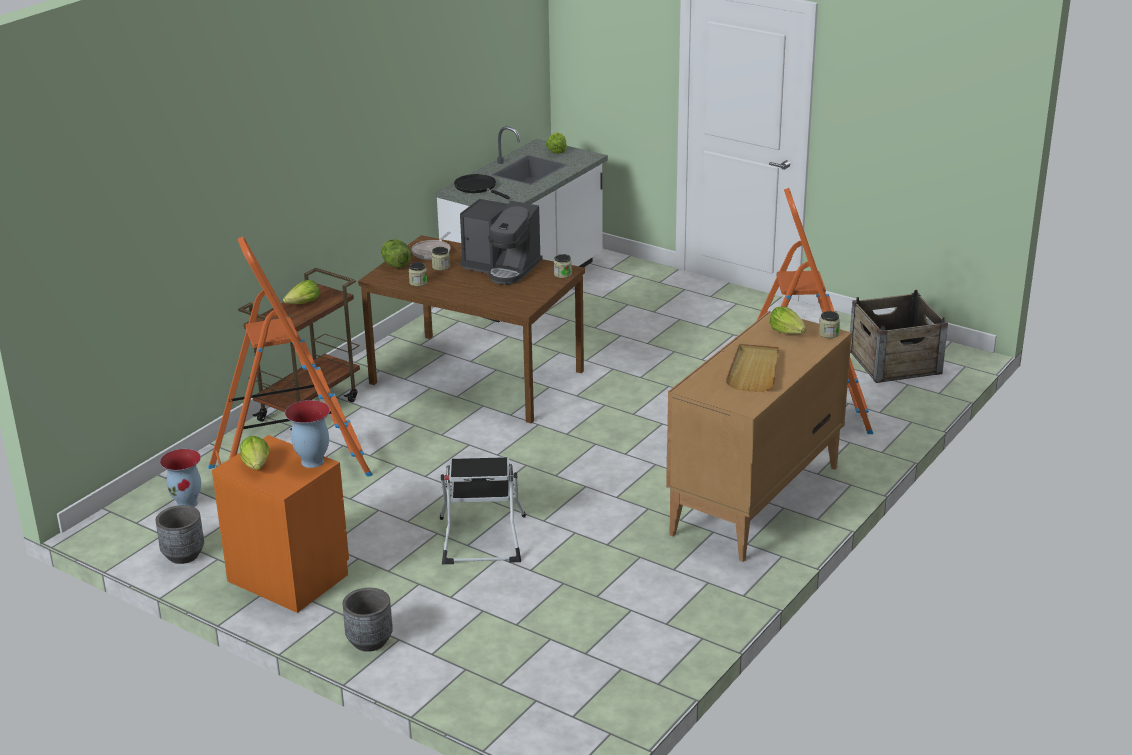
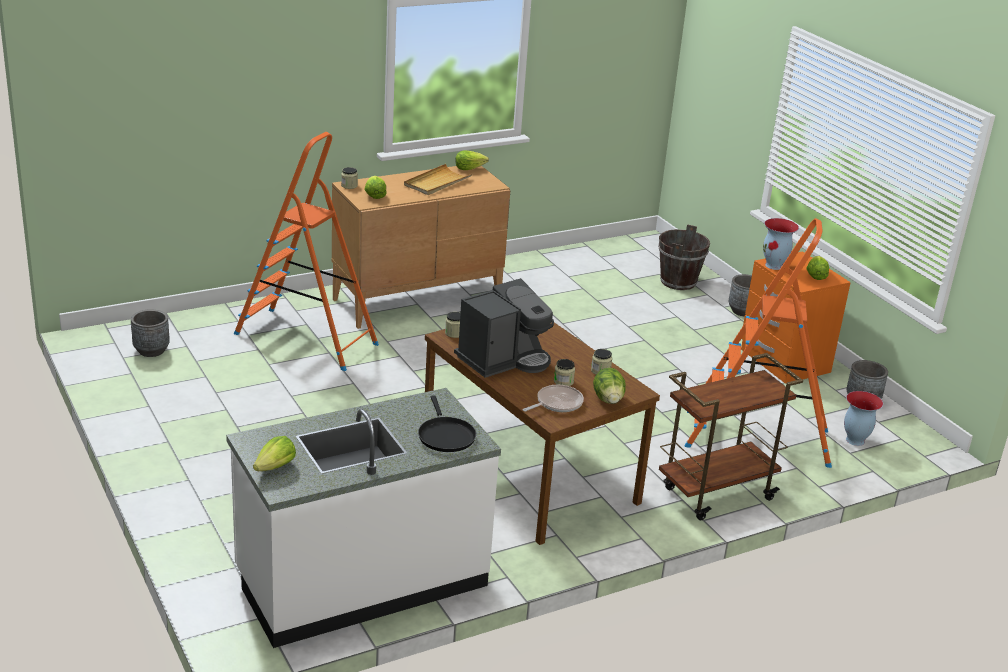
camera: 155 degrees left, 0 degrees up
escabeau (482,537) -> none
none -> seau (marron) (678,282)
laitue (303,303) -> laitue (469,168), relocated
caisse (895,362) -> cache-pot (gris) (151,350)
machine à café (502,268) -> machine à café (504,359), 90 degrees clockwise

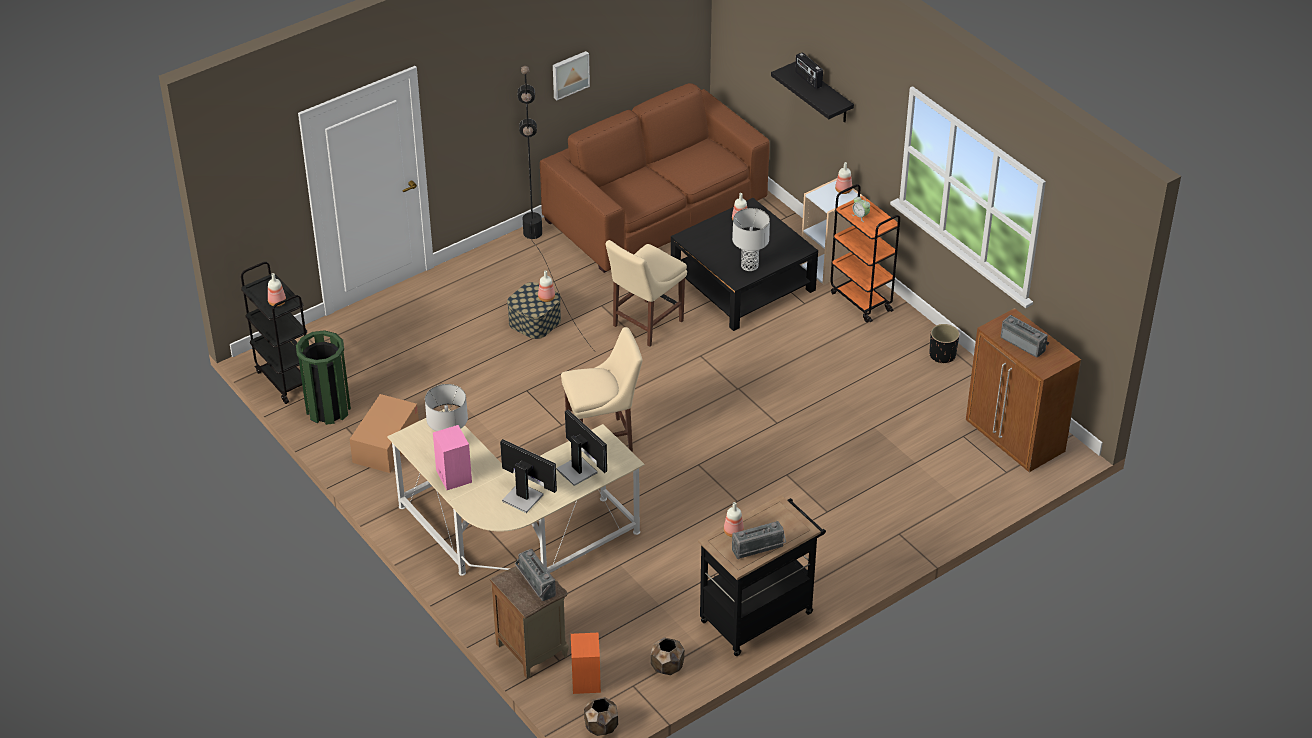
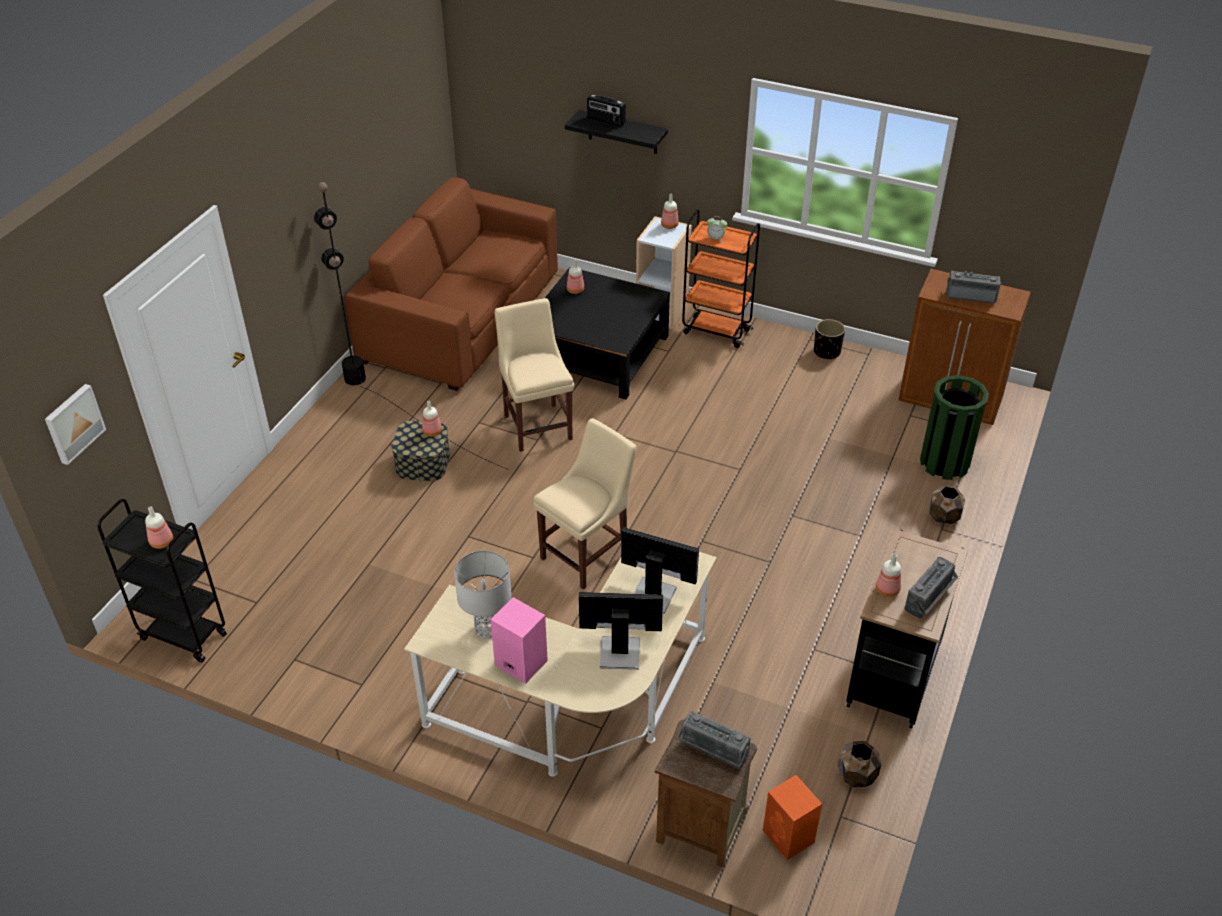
camera: 30 degrees left, 0 degrees up
carton (386,445) -> none
lampe de table (blanc) (750,265) -> none
poubelle (vert) (328,409) -> poubelle (vert) (944,463), relocated
tableau (569,74) -> tableau (73,423), relocated
cache-pot (marron) (600,727) -> cache-pot (marron) (943,517), relocated
chaise (beige) (645,324) -> chaise (beige) (537,425), 150 degrees clockwise

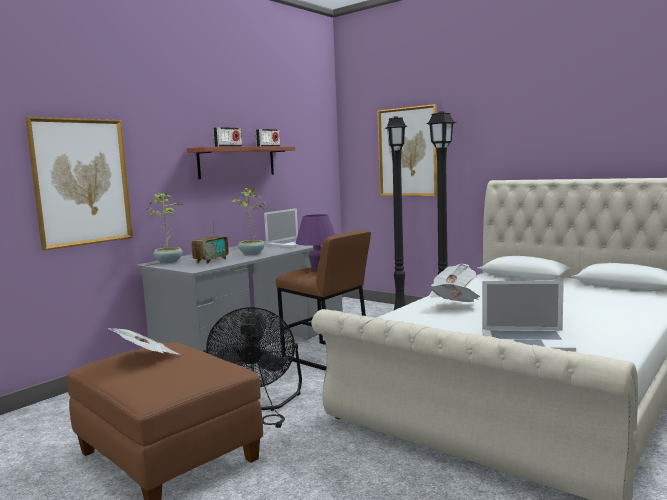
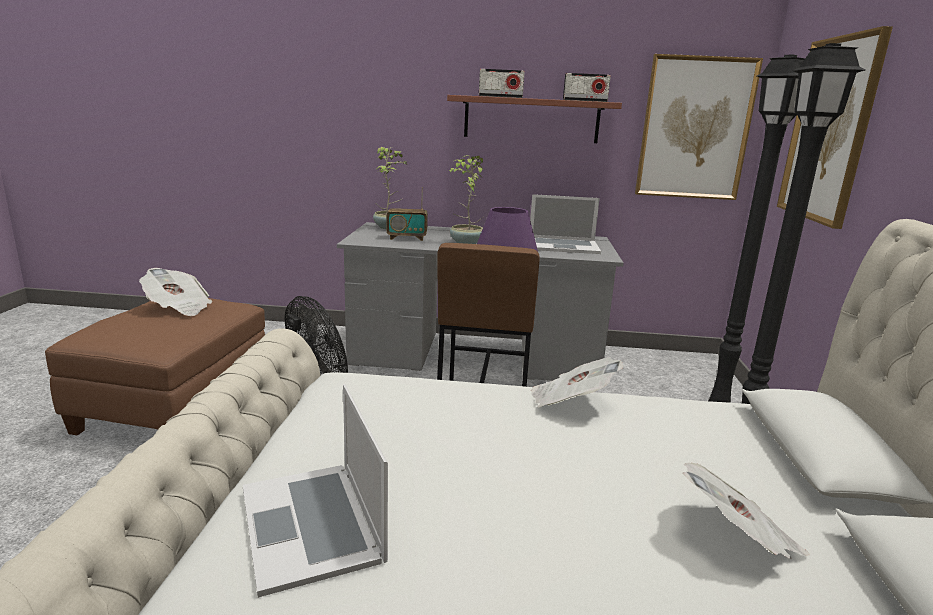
camera: 55 degrees right, 10 degrees up
tableau (81,182) -> tableau (695,129), relocated
journal (456,307) -> journal (737,538), relocated

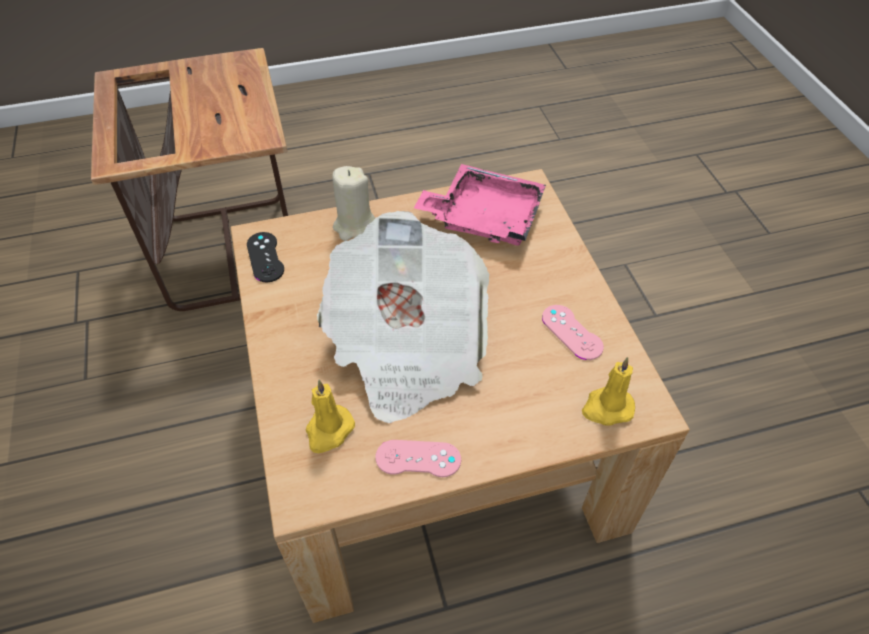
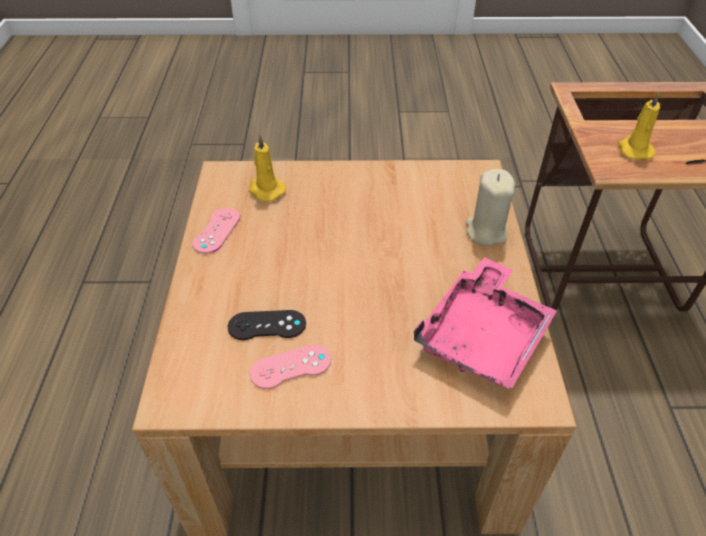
camera: 105 degrees right, 5 degrees down
journal (406,346) -> none
manette (noir) (265,257) -> manette (noir) (267,325), relocated
bougie (jaune) (607,408) -> bougie (jaune) (634,149), relocated

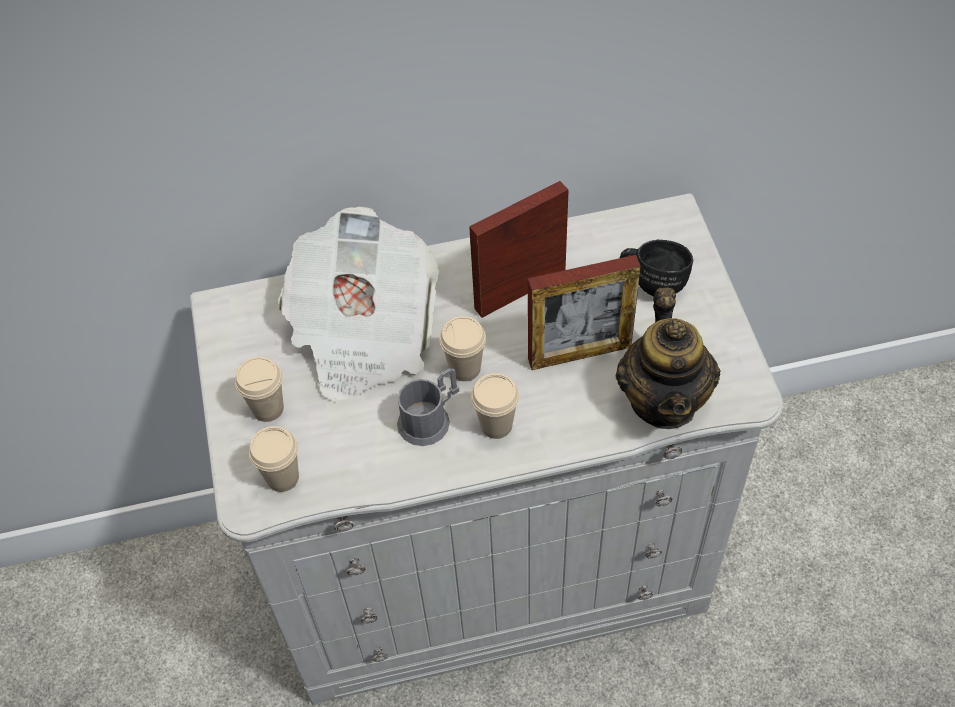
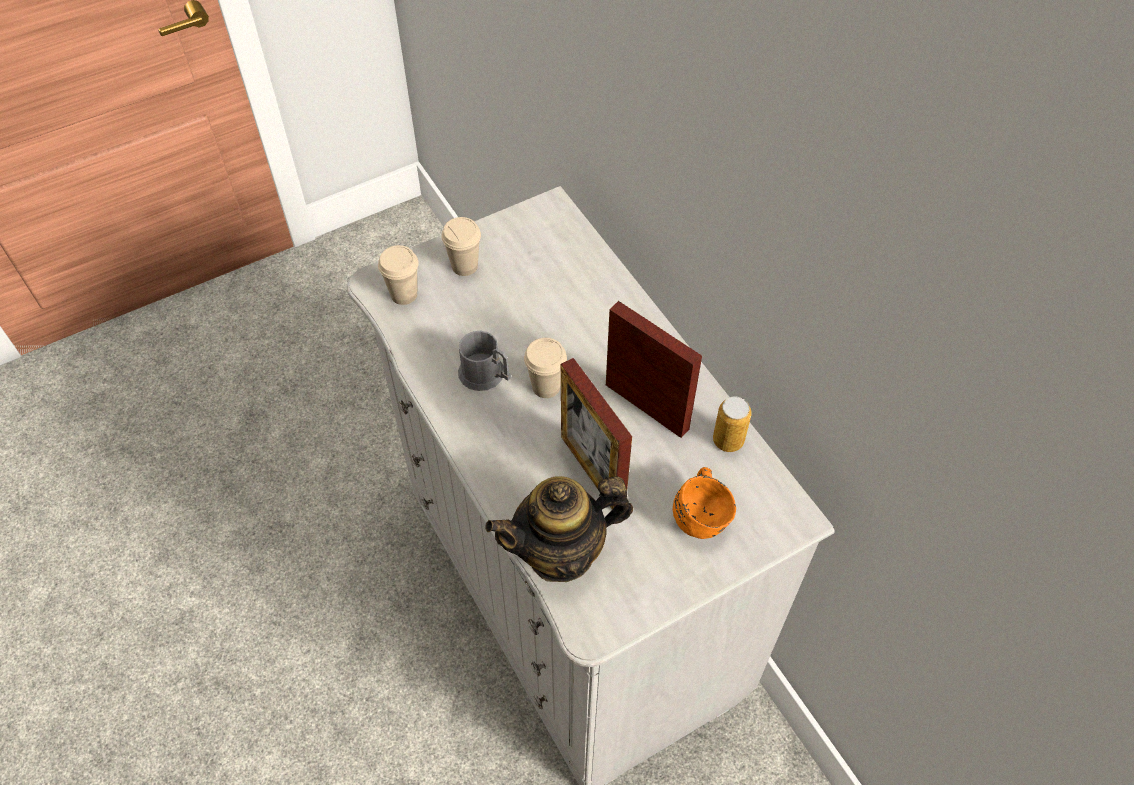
camera: 70 degrees right, 0 degrees up
journal (363,333) -> none
tasse (beige) (496,425) -> none
none -> boîte métallique (728,440)
mug (noir) (653,280) -> mug (orange) (702,514)

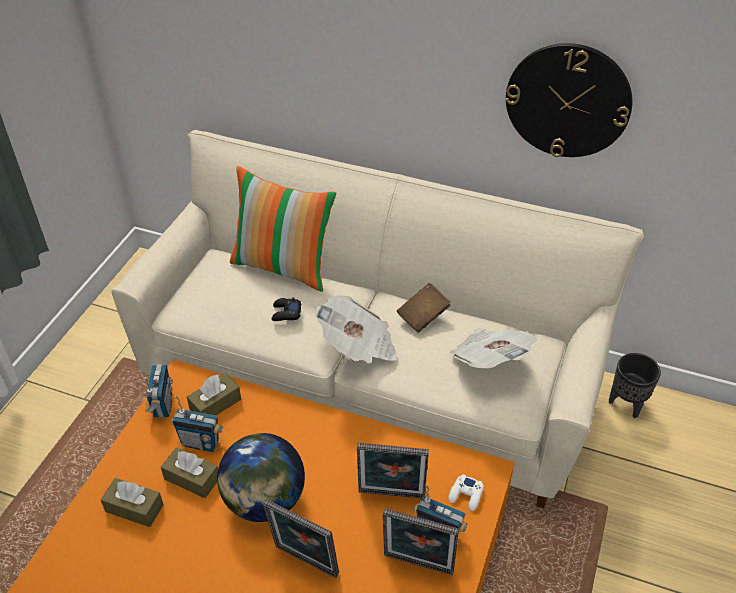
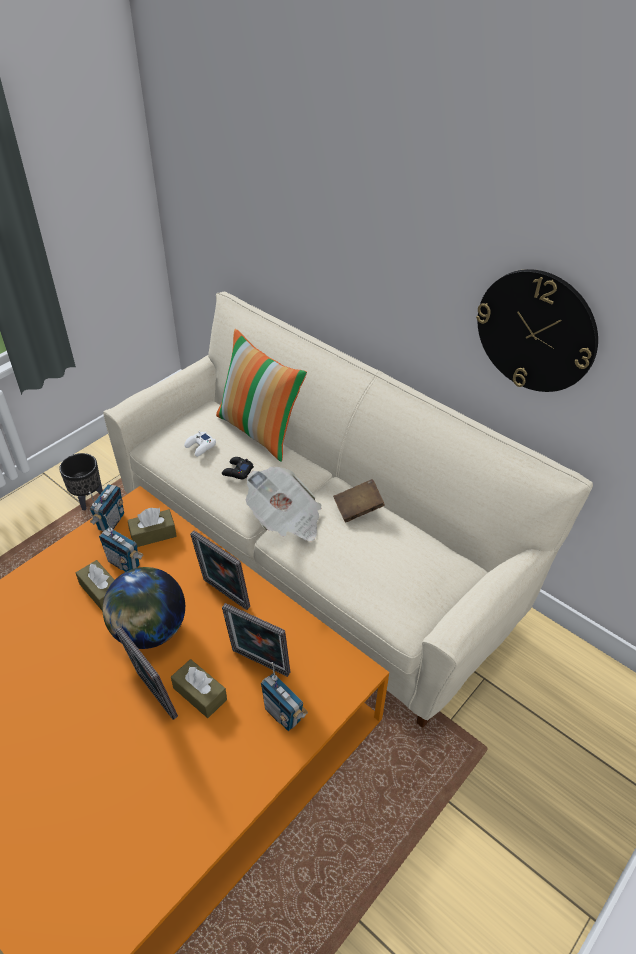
camera: 20 degrees right, 0 degrees up
journal (490,360) -> none
boîte à mouchoirs (marron) (134,508) -> boîte à mouchoirs (marron) (200,693), relocated
cadre photo (417,566) -> cadre photo (223,595), relocated
manette (blanc) (466,495) -> manette (blanc) (200,446), relocated
cache-pot (noir) (625,404) -> cache-pot (noir) (87,499), relocated

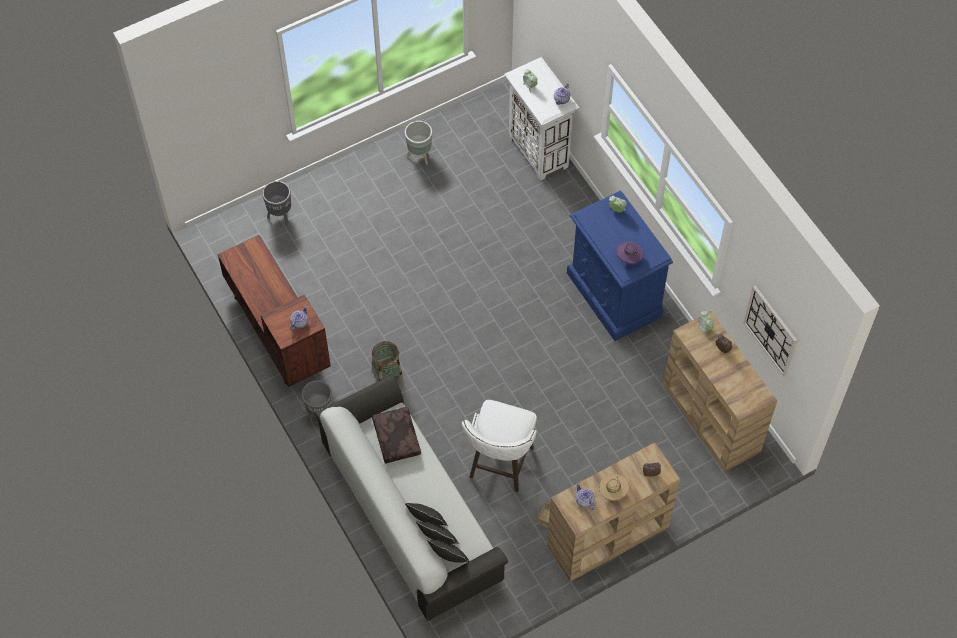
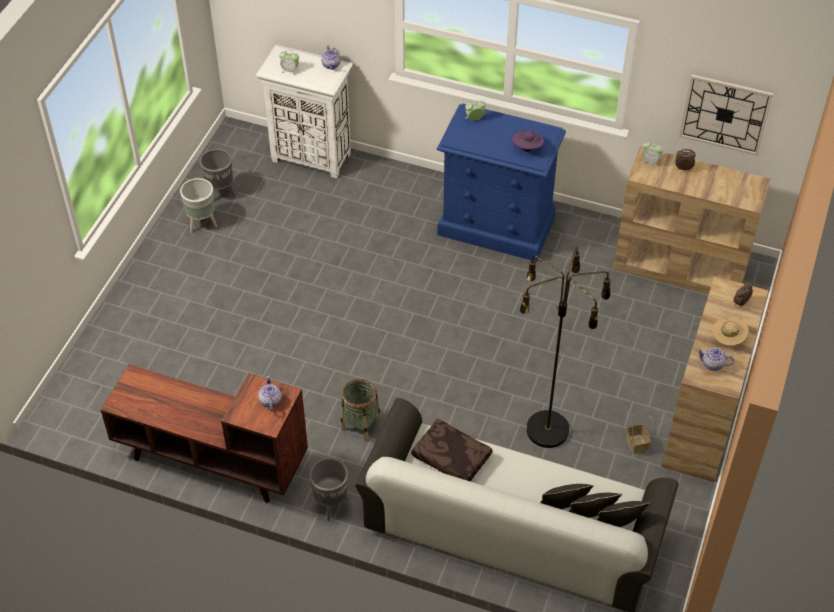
camera: 40 degrees left, 10 degrees down
cache-pot (gris) (281,216) -> cache-pot (gris) (221,194), relocated
tabouret (blanc) (500,465) -> lampadaire (548,429)

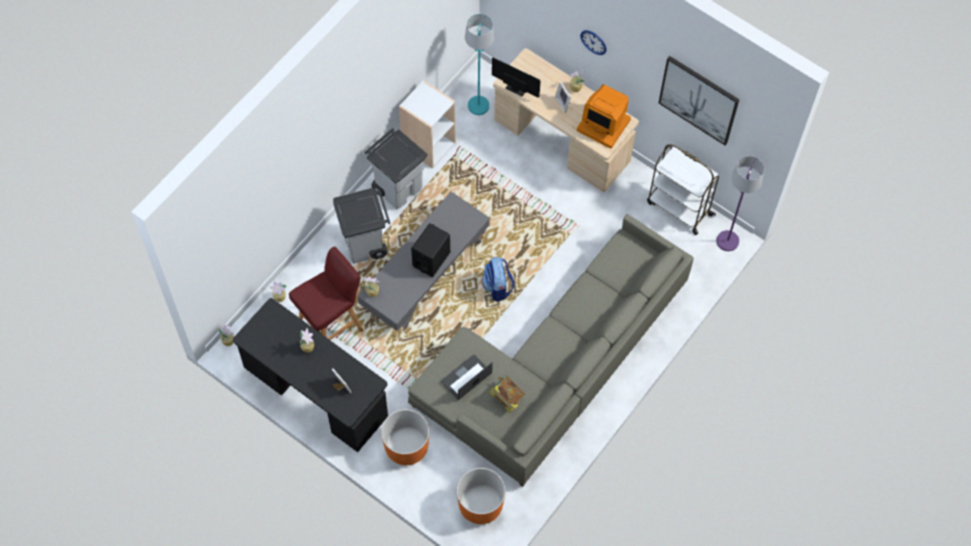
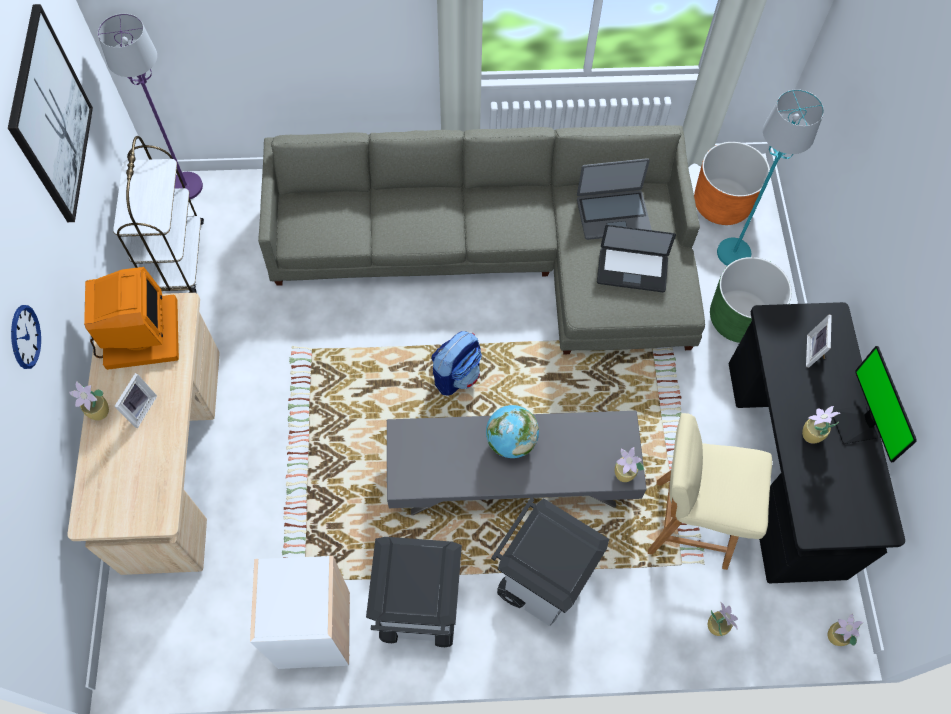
camera: 130 degrees left, 0 degrees up
lampadaire (turquoise) (478,106) -> lampadaire (turquoise) (733,253), relocated
écran d'ordinateur (517,86) -> écran d'ordinateur (856,425), relocated
enceinte (noir) (431,259) -> globe (511,441)
livre (507,397) -> ordinateur portable (613,214)
tabouret (rouge) (332,326) -> tabouret (beige) (688,523)
cache-pot (orange) (406,446) -> cache-pot (vert) (739,318)

